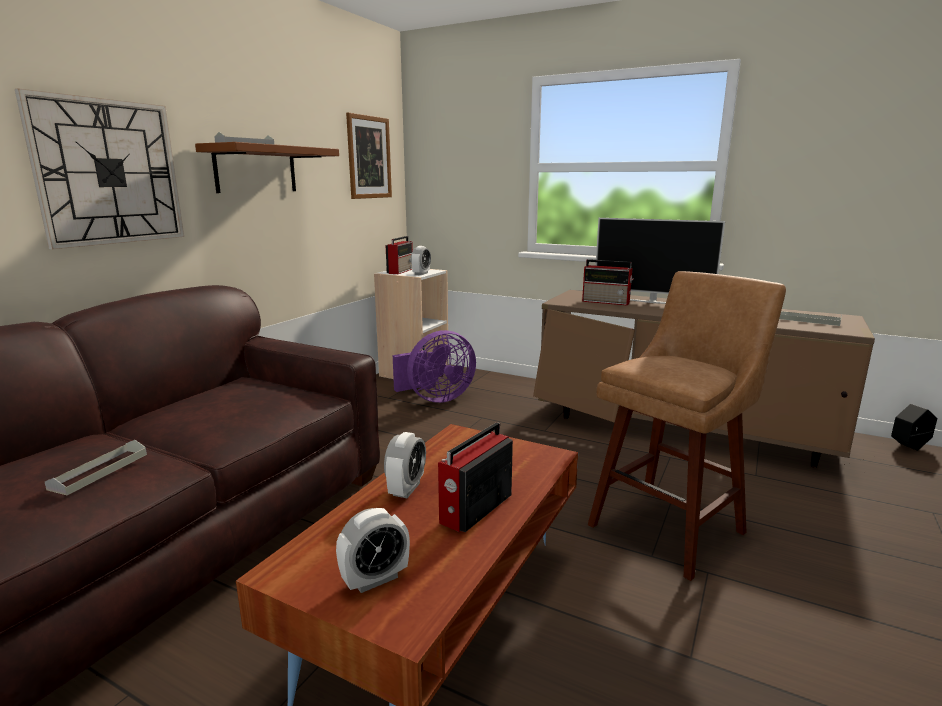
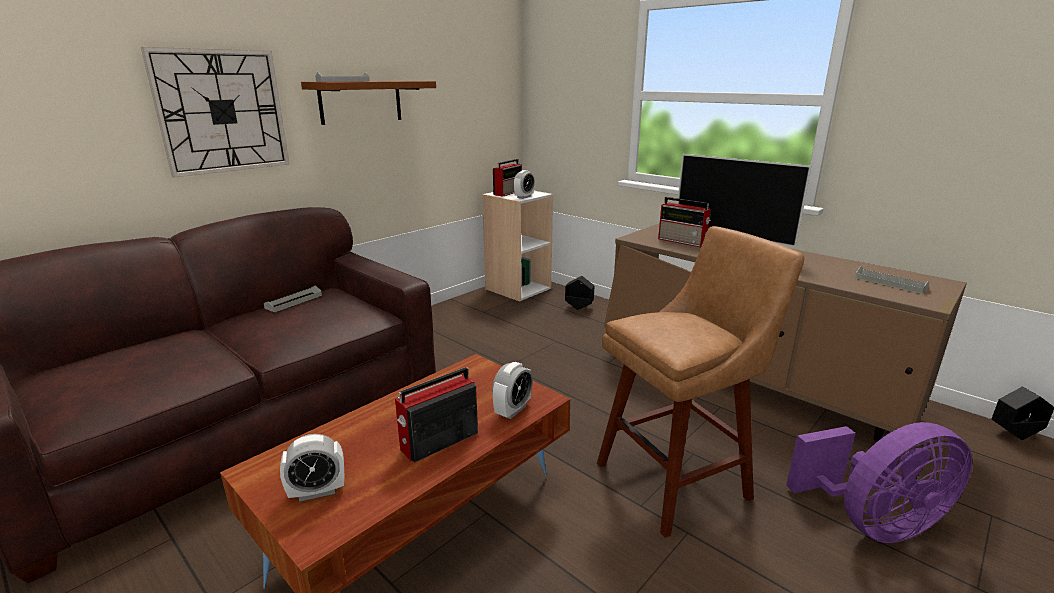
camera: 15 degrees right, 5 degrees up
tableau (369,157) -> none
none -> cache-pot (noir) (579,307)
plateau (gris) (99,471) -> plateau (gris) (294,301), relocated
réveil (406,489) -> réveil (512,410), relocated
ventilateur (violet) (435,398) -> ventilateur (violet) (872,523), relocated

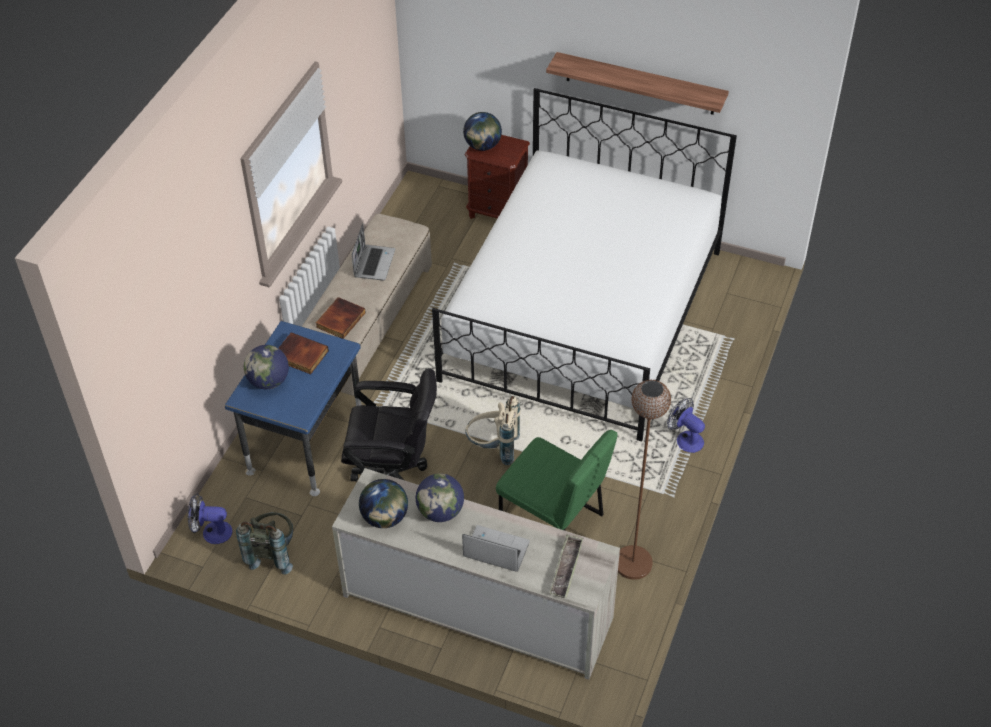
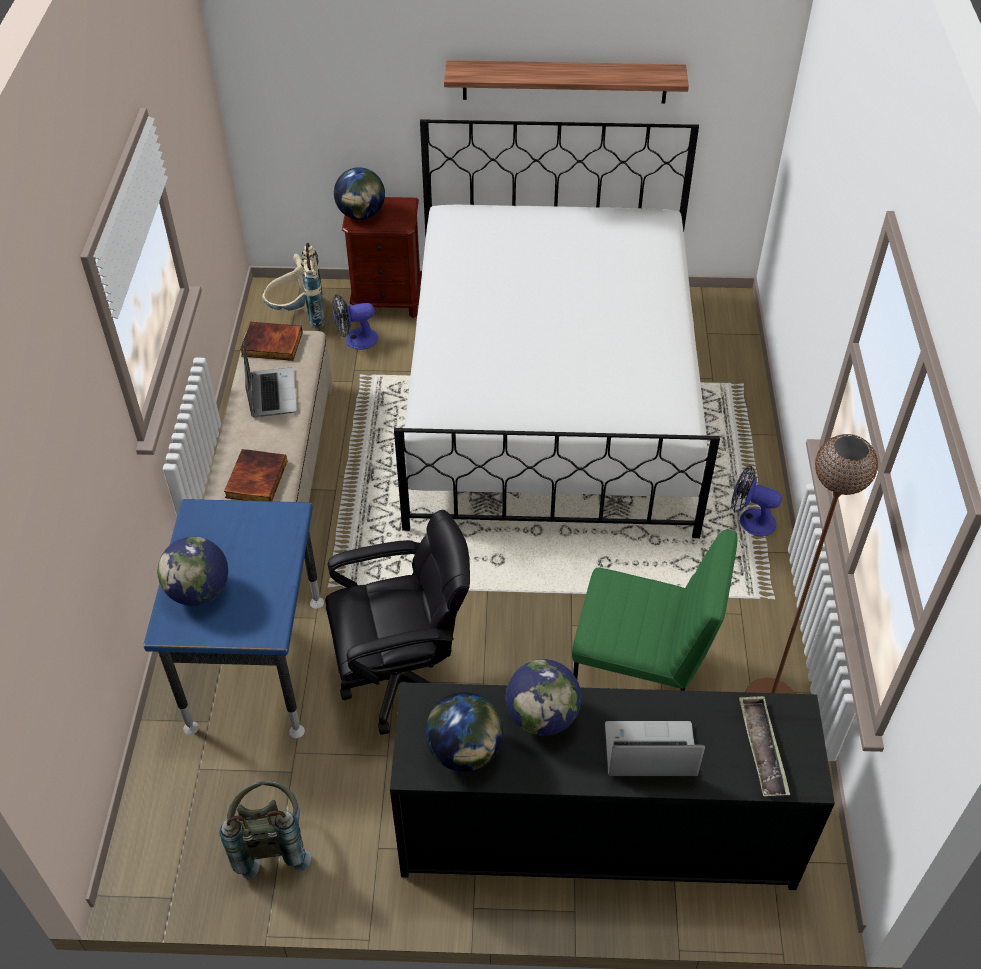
camera: 20 degrees left, 0 degrees up
ventilateur (211,532) -> ventilateur (355,340), relocated
livre (300,356) -> livre (271,345), relocated
sac à dos (beige) (493,448) -> sac à dos (beige) (298,317), relocated
commode (blanc) (476,607) -> commode (noir) (595,832)

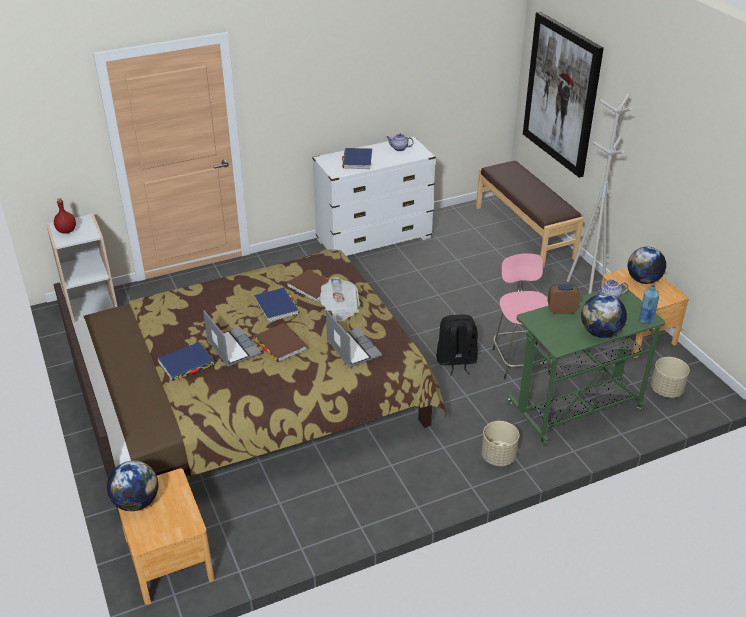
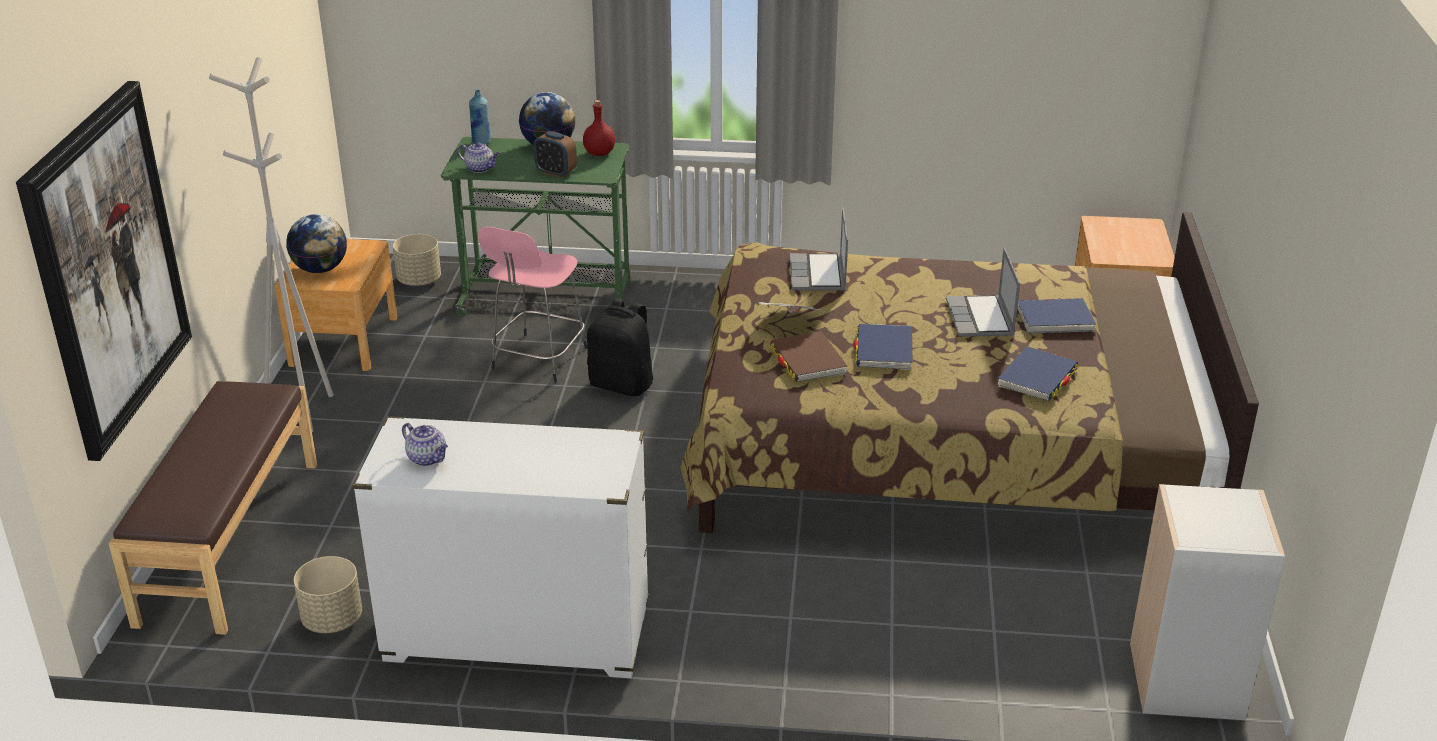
camera: 150 degrees left, 5 degrees down
globe (136,502) -> none
livre (marron) (280,345) -> none
bouteille (rouge) (67,230) -> bouteille (rouge) (599,153), relocated
livre (bleu) (357,160) -> livre (bleu) (1037,378), relocated
cache-pot (beige) (498,457) -> cache-pot (beige) (333,620), relocated

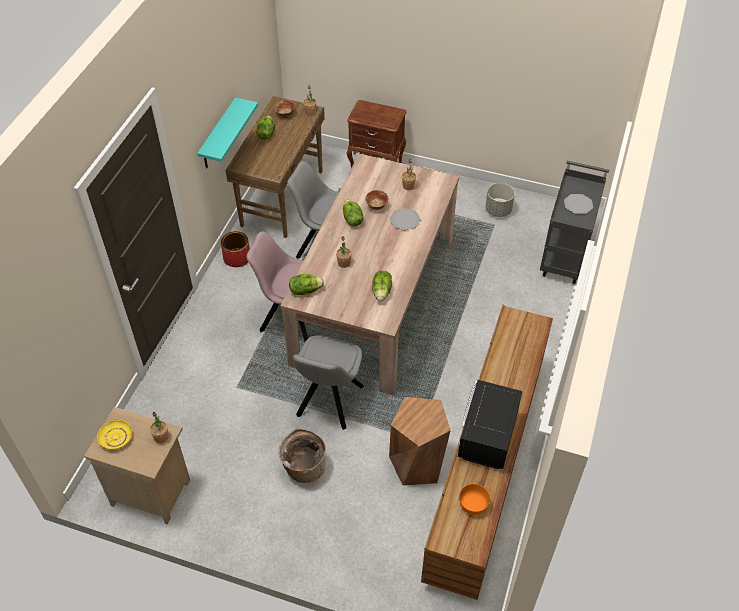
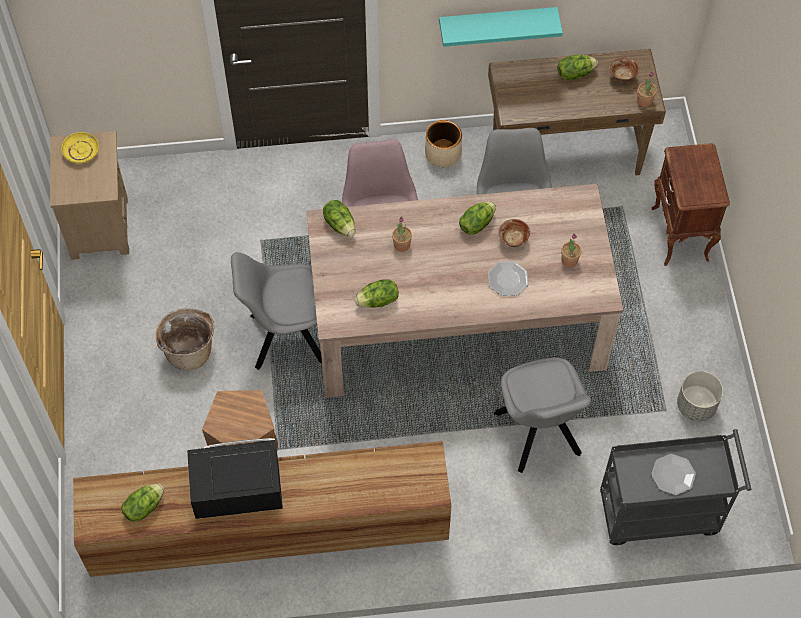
camera: 65 degrees right, 10 degrees up
plante en pot (161,437) -> none
none -> chaise (gris) (538,434)
bol (orange) (473,505) -> laitue (143,507)
cache-pot (rouge) (237,258) -> cache-pot (beige) (443,153)

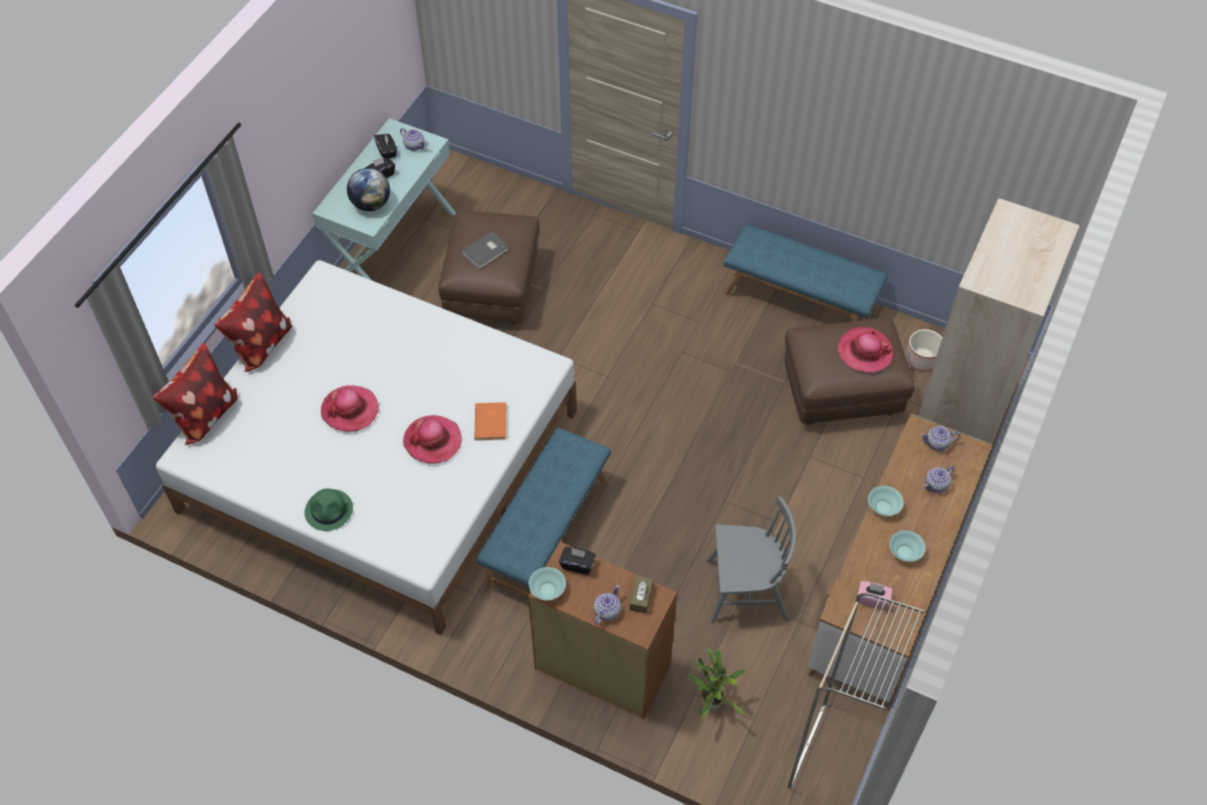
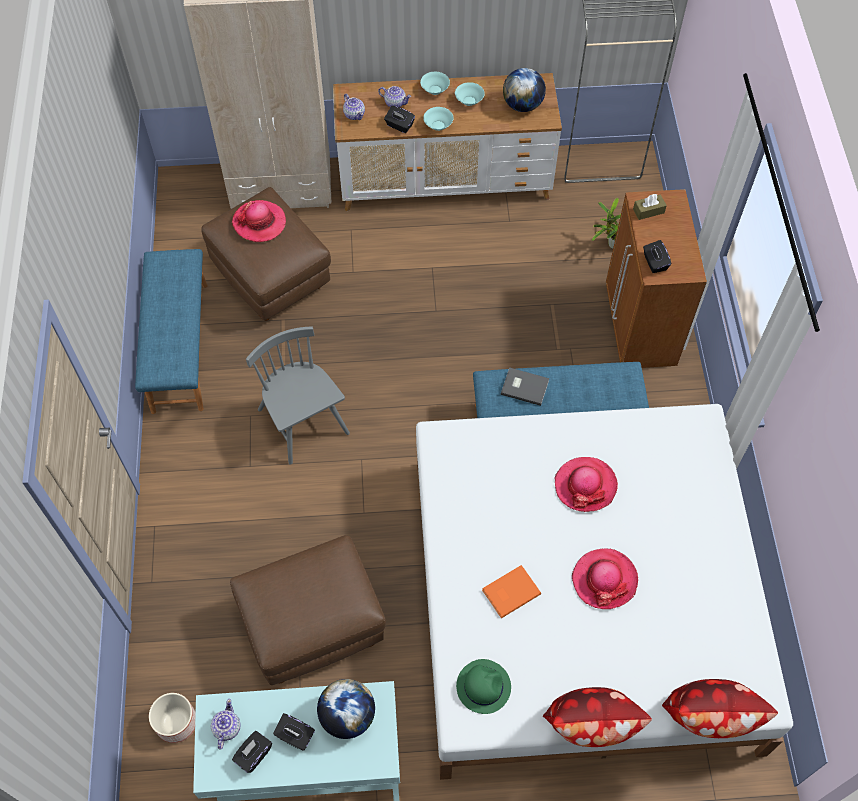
camera: 120 degrees left, 5 degrees up
théière (606,611) -> none
none -> boîte à mouchoirs (noir) (399,125)
chapeau (vert) (329,510) -> chapeau (vert) (483,686), relocated
livre (gris) (486,251) -> livre (gris) (524,386), relocated
livre (orange) (492,421) -> livre (orange) (509,591), relocated
bol (turquoise) (547,590) -> bol (turquoise) (435,90), relocated
chaise (gris) (746,590) -> chaise (gris) (303,422), relocated
cache-pot (922,359) -> cache-pot (176,722), relocated
boîte à mouchoirs (rose) (872,599) -> globe (522,105)

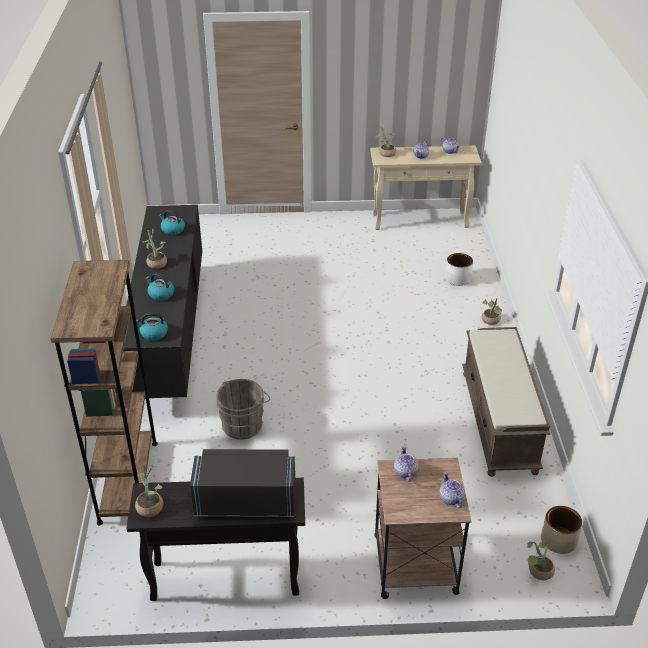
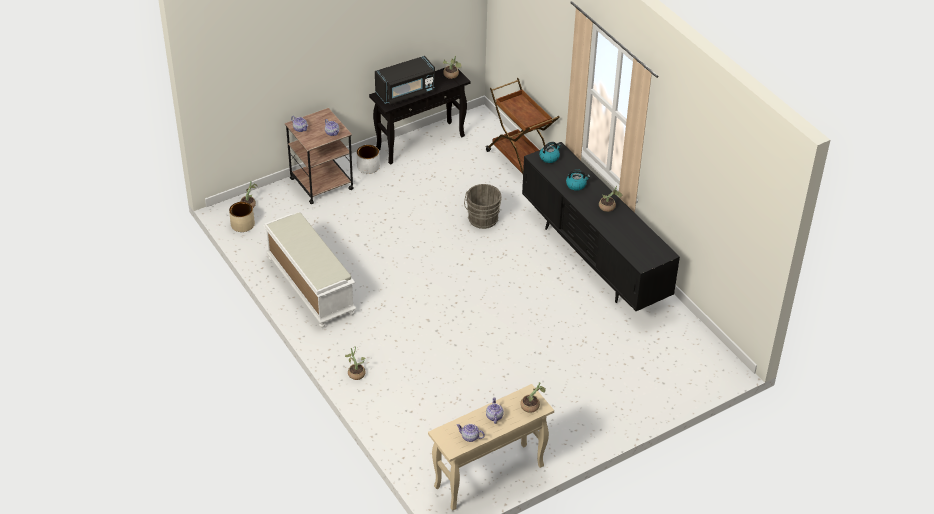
camera: 150 degrees right, 5 degrees up
bouilloire (172,230) -> none
cache-pot (blanc) (458,279) -> cache-pot (blanc) (368,167), relocated
bibliothèque (marron) (128,481) -> chariot (marron) (520,164)
banc (marron) (499,422) -> banc (blanc) (309,285)

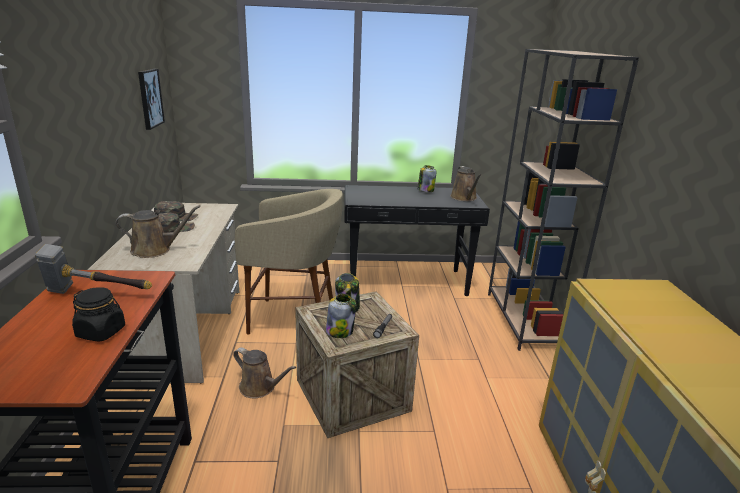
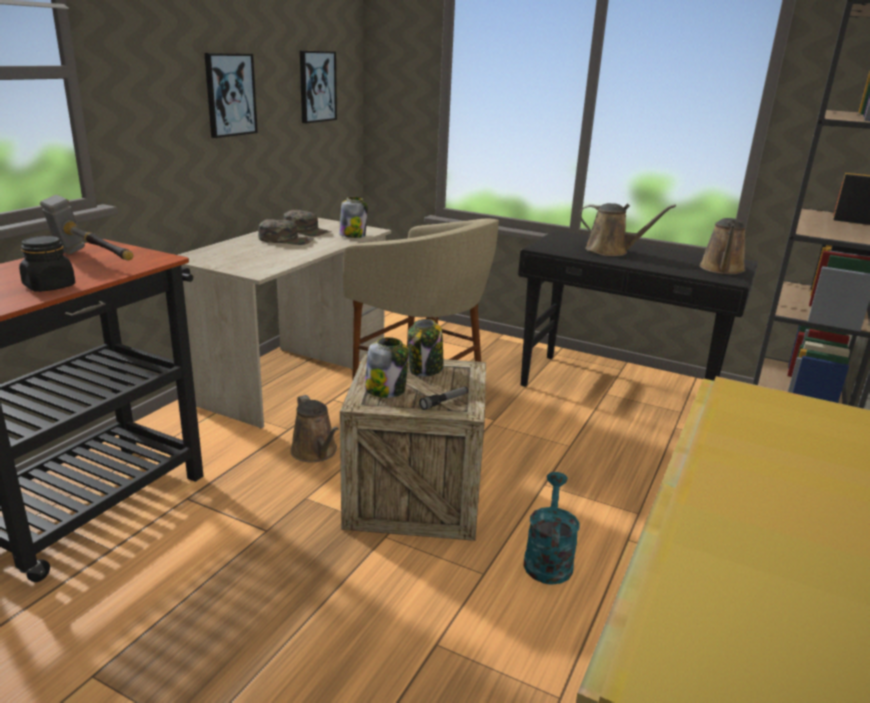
camera: 30 degrees right, 0 degrees up
none -> tableau (230,94)
none -> arrosoir (turquoise) (548,558)
arrosoir (marron) (155,250) -> arrosoir (marron) (611,251), relocated
bocal (425,190) -> bocal (353,235), relocated

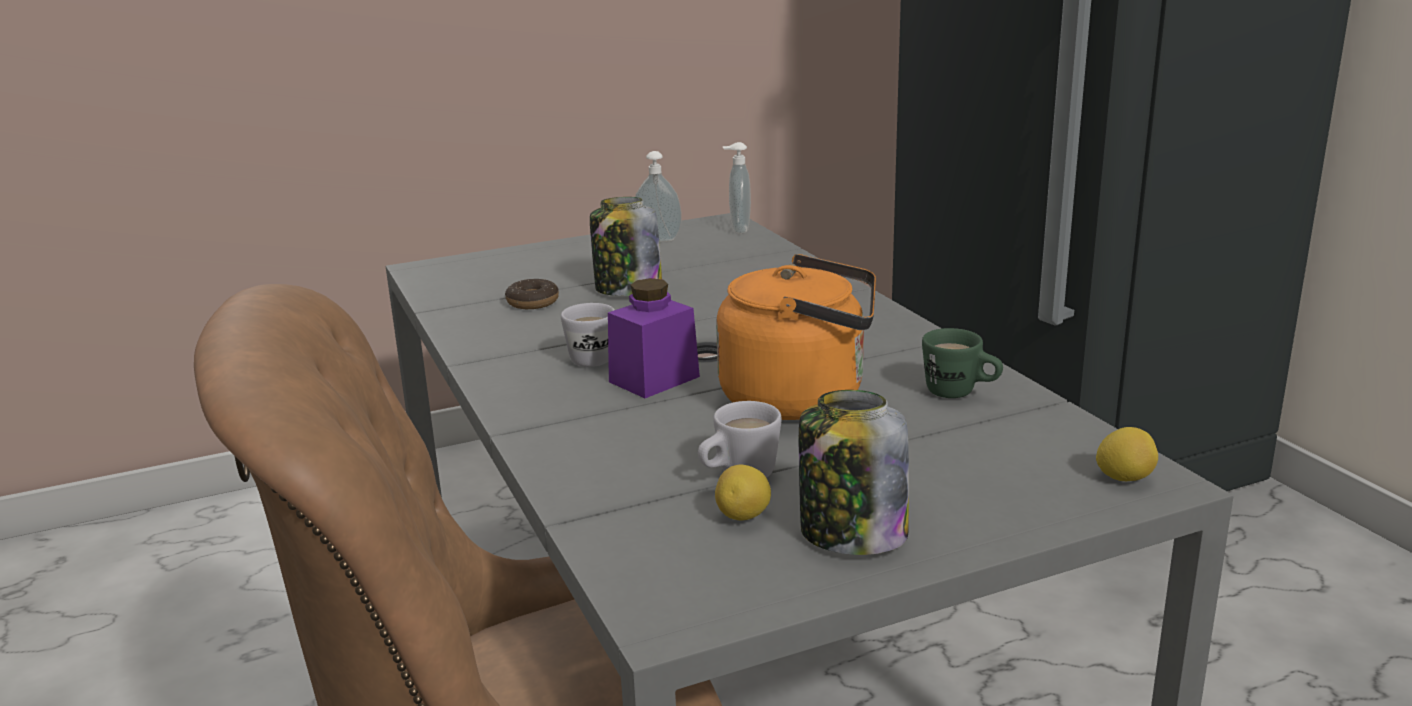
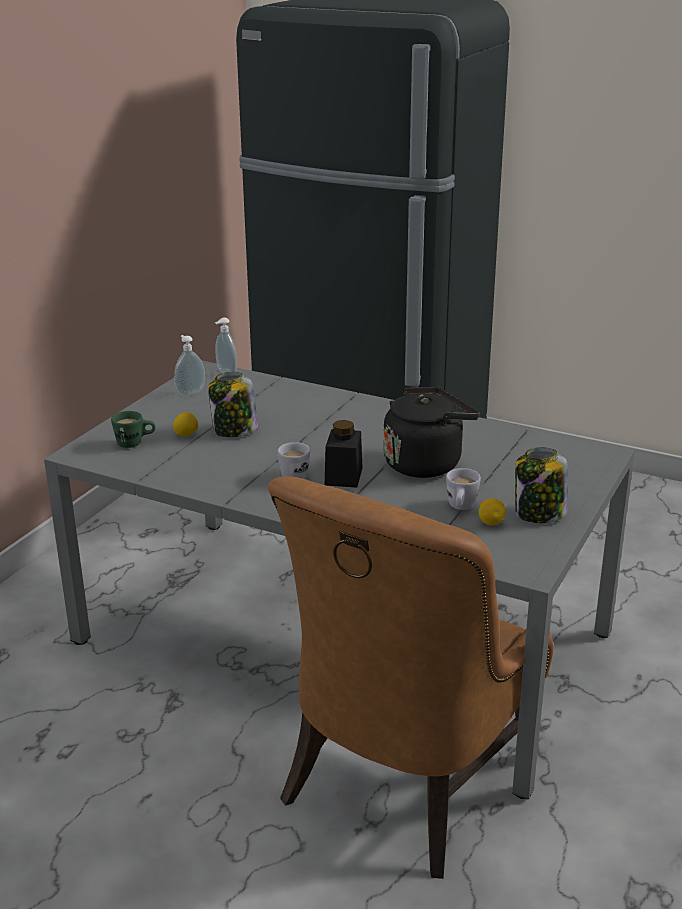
camera: 40 degrees left, 5 degrees up
beignet (532,302) -> none
mug (vert) (960,393) -> mug (vert) (135,443), relocated
citron (1124,478) -> citron (186,434), relocated
bocal (violet) (654,379) -> bocal (noir) (343,476)
bouilloire (orange) (801,398) -> bouilloire (noir) (426,463)

